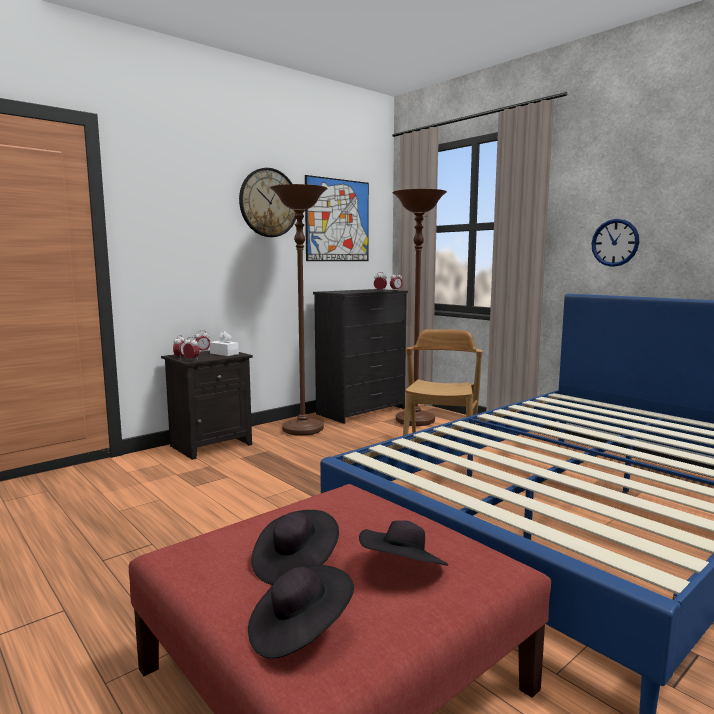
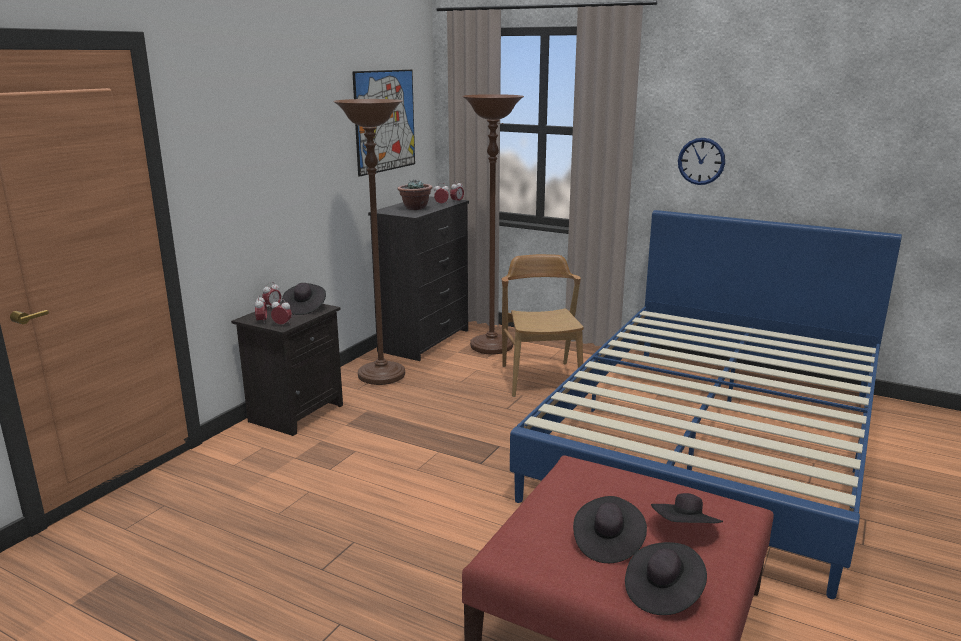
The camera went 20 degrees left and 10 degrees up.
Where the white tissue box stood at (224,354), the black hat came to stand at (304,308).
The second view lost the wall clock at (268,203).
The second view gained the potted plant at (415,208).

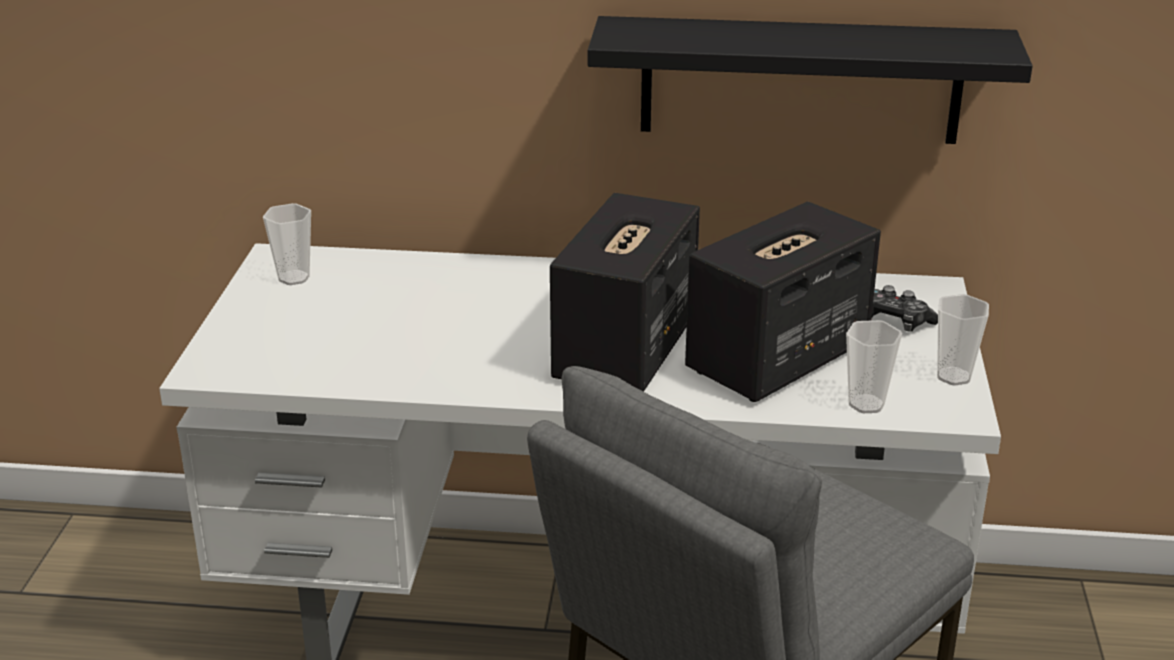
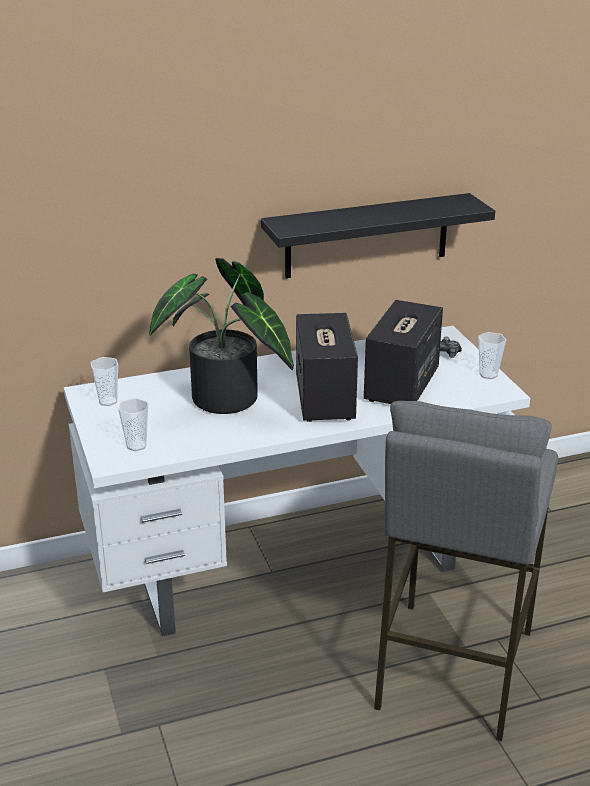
The camera went 25 degrees left and 0 degrees up.
The cup ended up elsewhere, having gone from (866,404) to (136,446).
The second view gained the potted plant at (227,403).

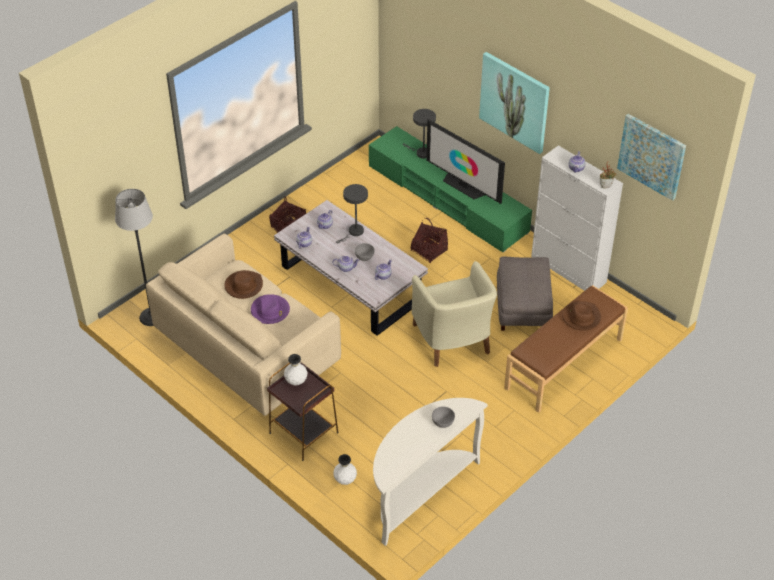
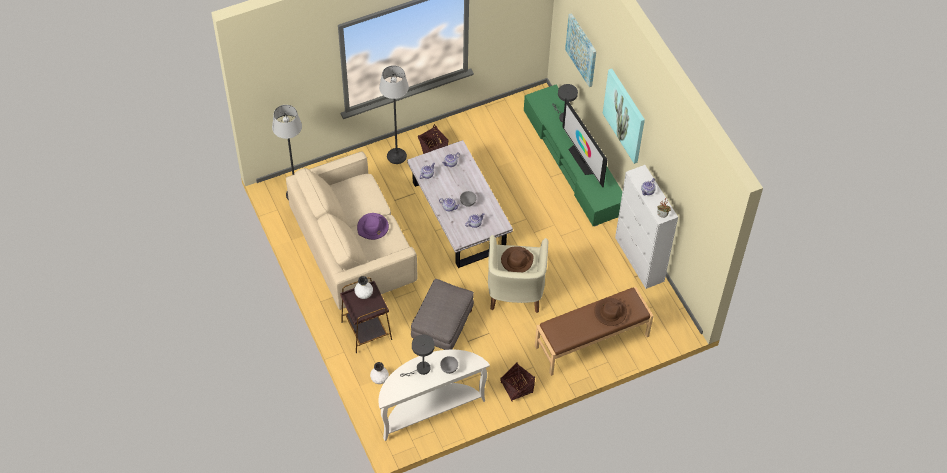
The camera went 20 degrees right and 10 degrees up.
The brown hat ended up elsewhere, having gone from (243,286) to (516,261).
The grey table lamp ended up elsewhere, having gone from (354,232) to (421,369).
The basket ended up elsewhere, having gone from (429,251) to (516,387).
The grey ottoman ended up elsewhere, having gone from (522,307) to (442,324).
The picture ended up elsewhere, having gone from (652,156) to (582,49).
The second view gained the floor lamp at (396,155).

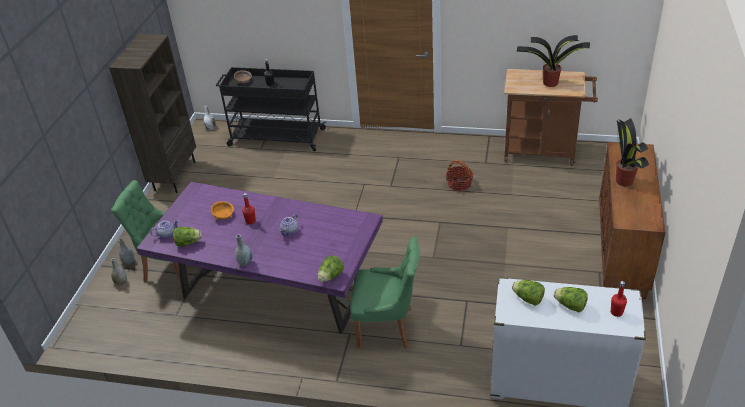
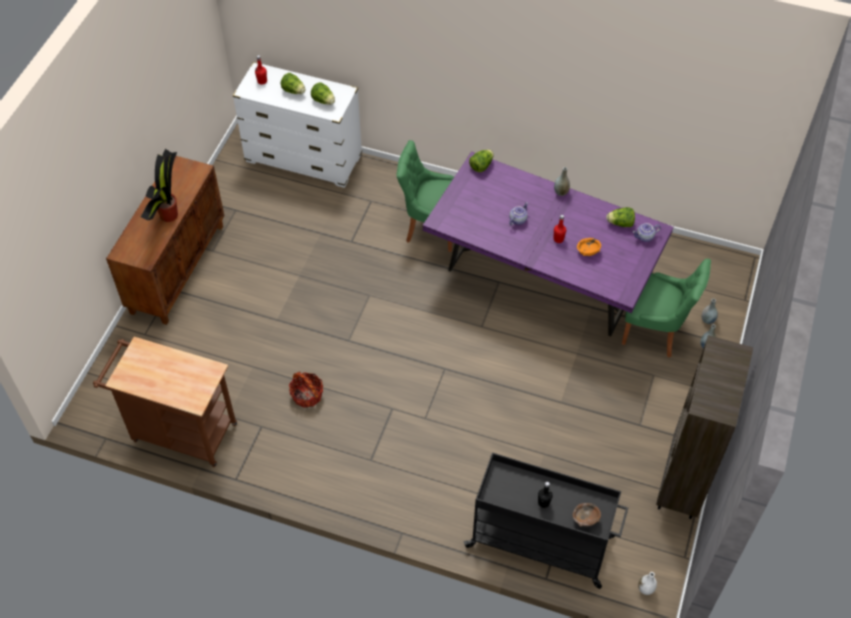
The camera went 175 degrees left and 15 degrees up.
The second view lost the potted plant at (549,83).

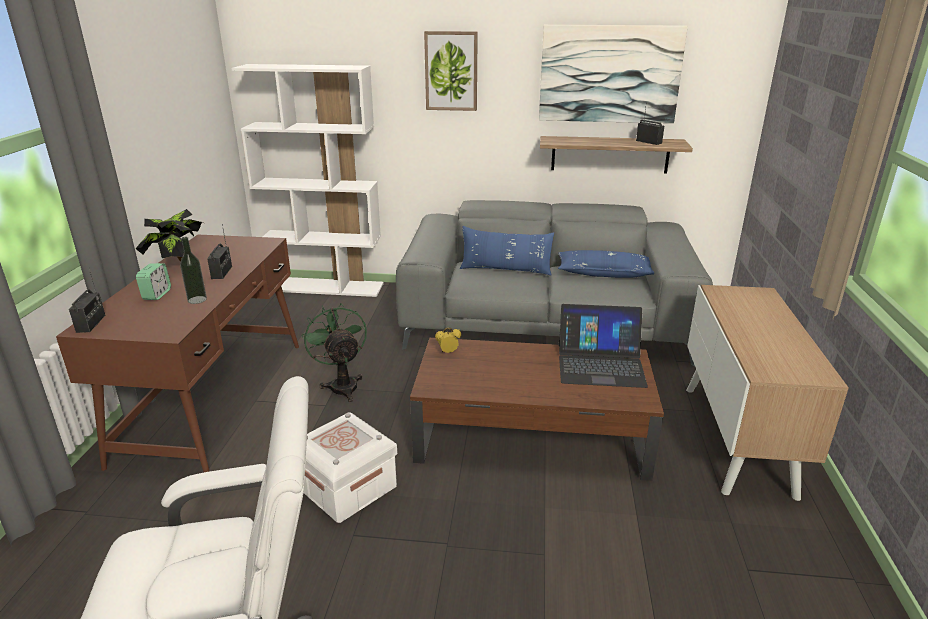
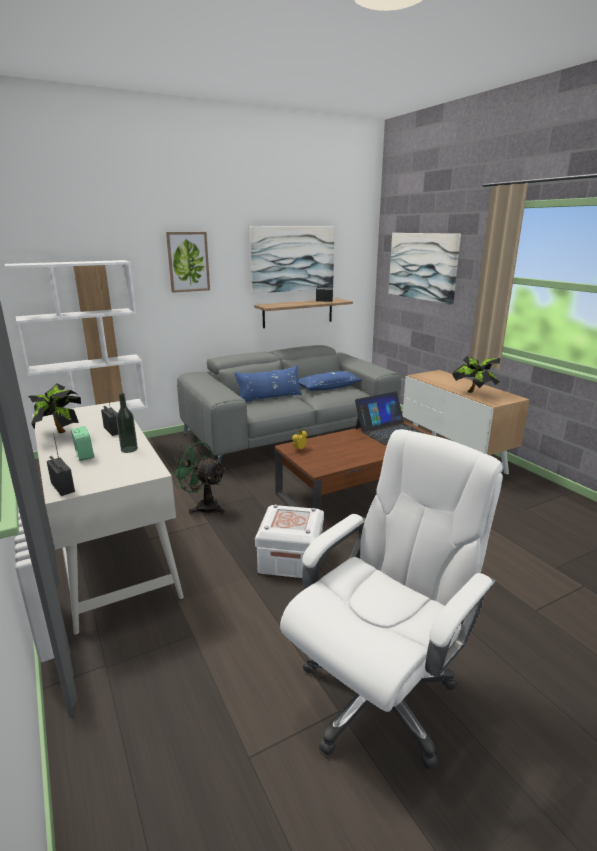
The camera went 35 degrees left and 5 degrees down.
What was the brown desk at (215,399) turned into the white desk at (111,550).
The second view gained the picture at (422,266).
The second view gained the potted plant at (474,393).

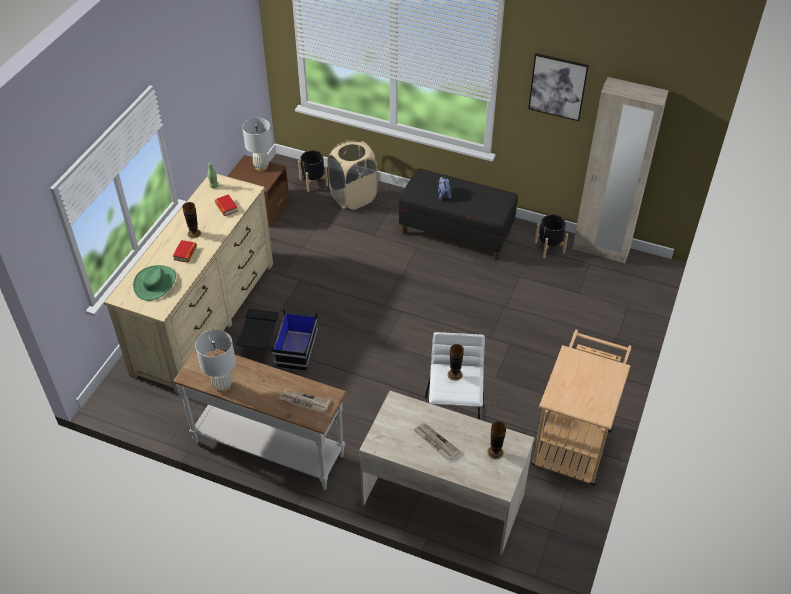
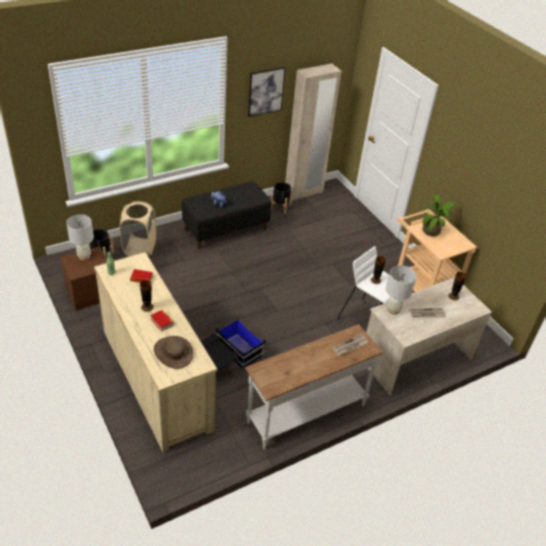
The camera went 55 degrees left and 5 degrees down.
What was the green hat at (155,283) turned into the brown hat at (173,352).
The white table lamp ended up elsewhere, having gone from (222,385) to (393,310).
The second view gained the potted plant at (433,231).

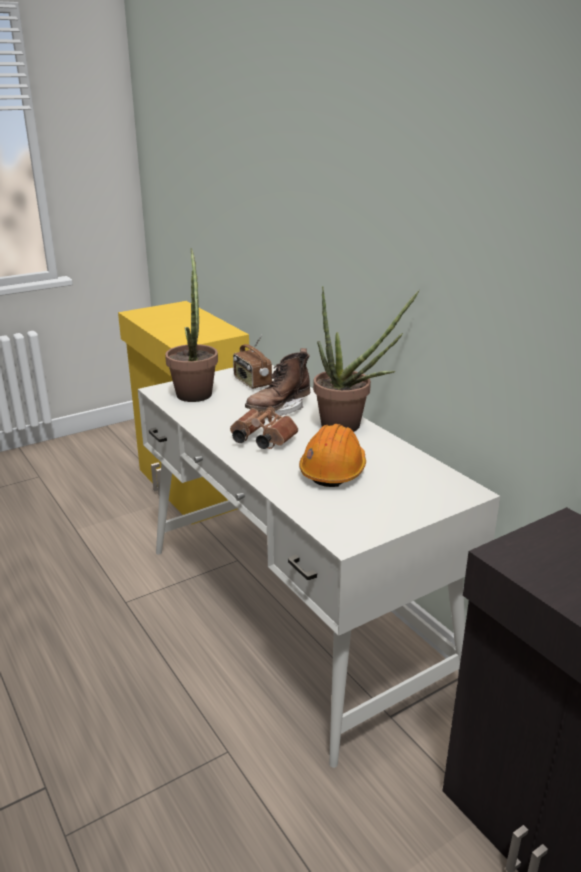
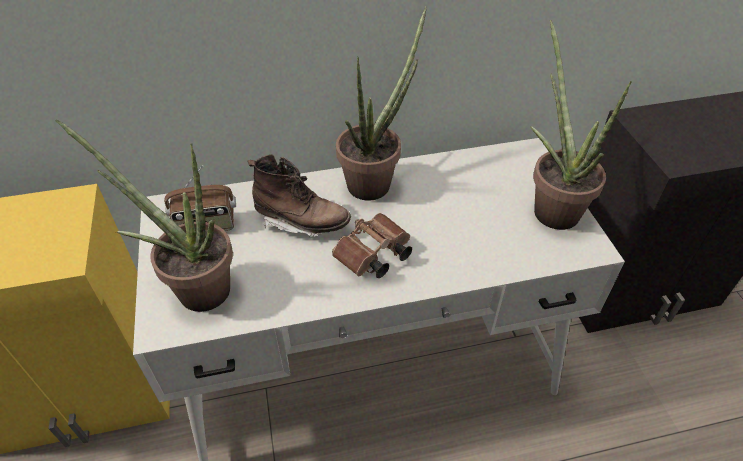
The camera went 70 degrees left and 20 degrees up.
The brown boot at (278,409) ended up facing another way, 45 degrees counterclockwise from before.
The second view lost the orange hard hat at (333,470).
The second view gained the potted plant at (550,206).

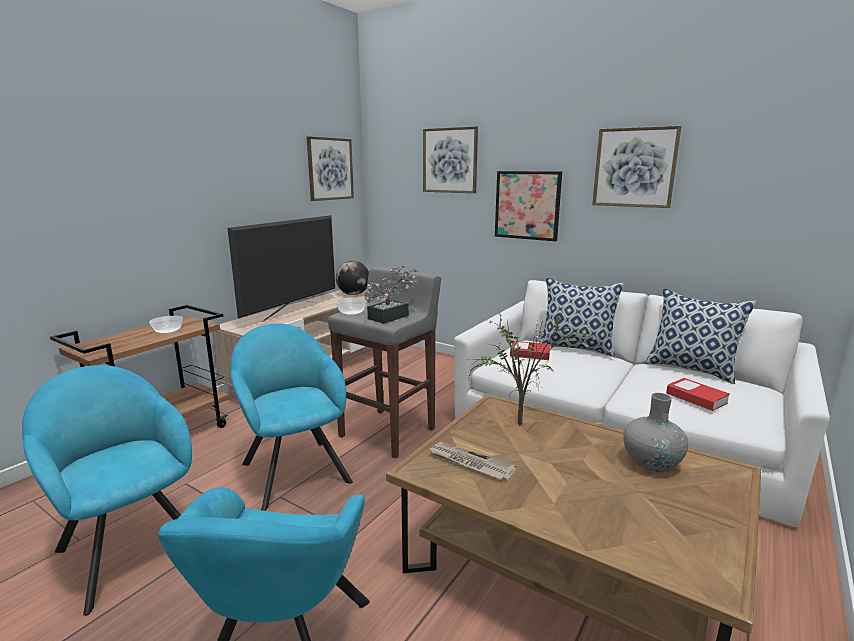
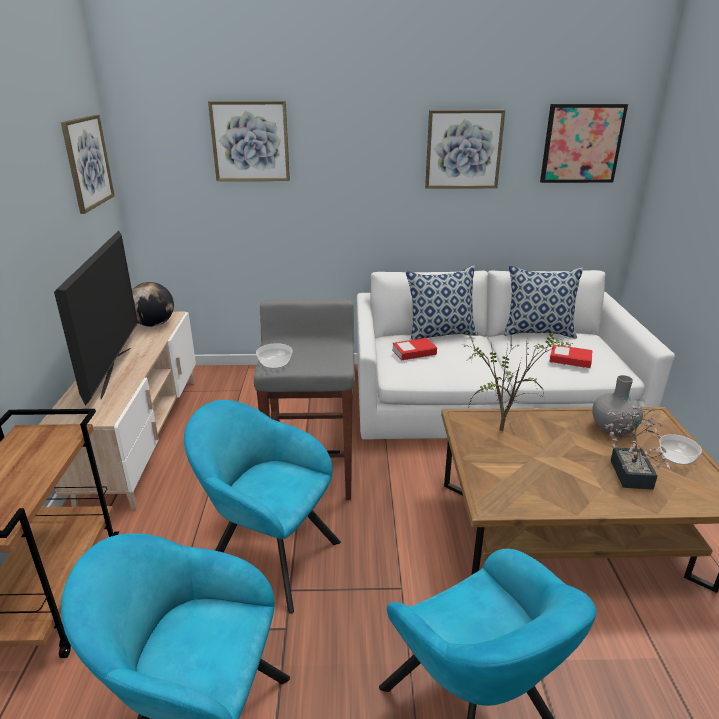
The camera went 35 degrees left and 10 degrees up.
The bowl ended up elsewhere, having gone from (168,331) to (677,457).
The potted plant ended up elsewhere, having gone from (392,316) to (630,470).
The second view lost the newspaper at (470,463).
The picture ended up elsewhere, having gone from (527,205) to (581,143).

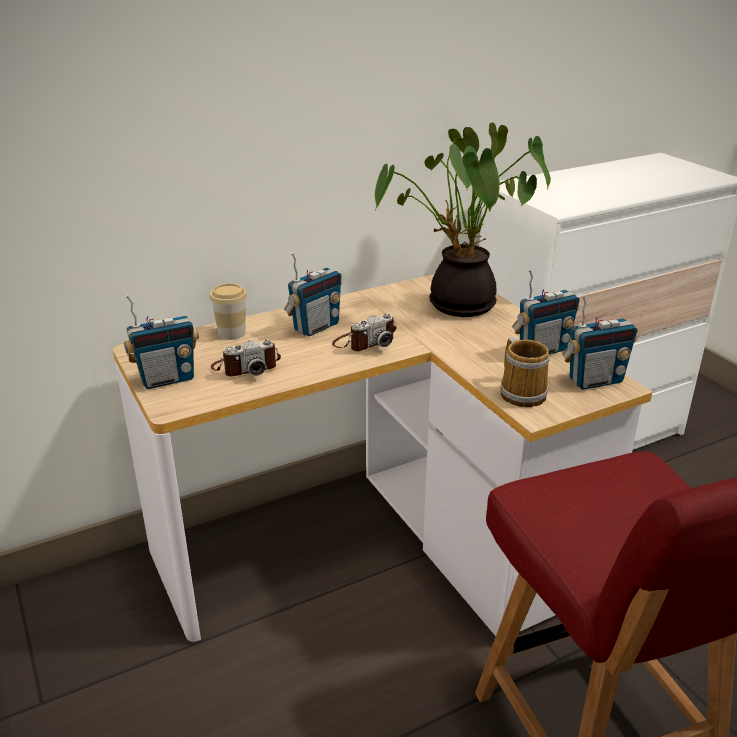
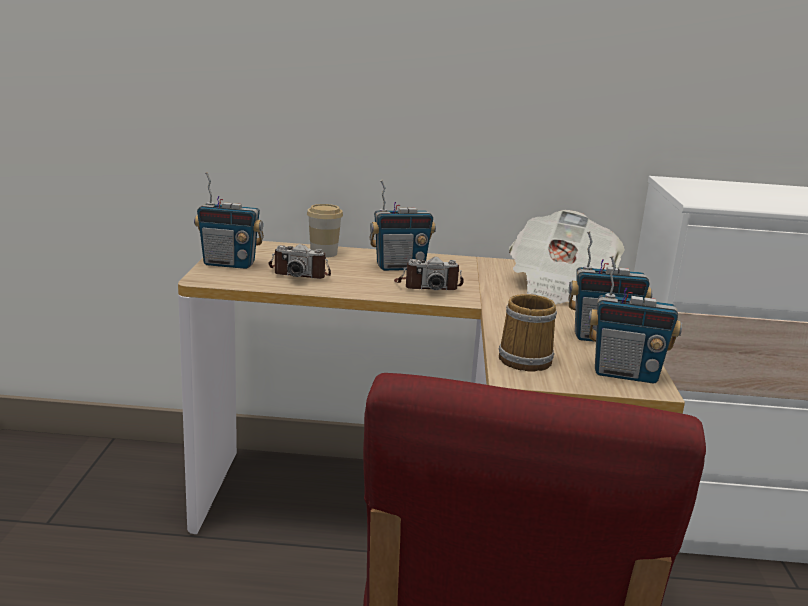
The camera went 30 degrees right and 10 degrees down.
Where the potted plant stood at (457,306), the newspaper came to stand at (559,288).

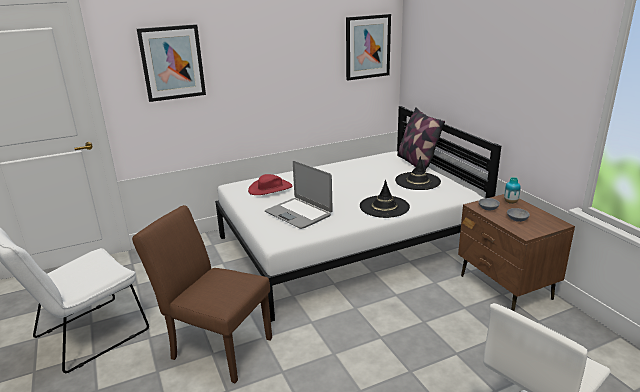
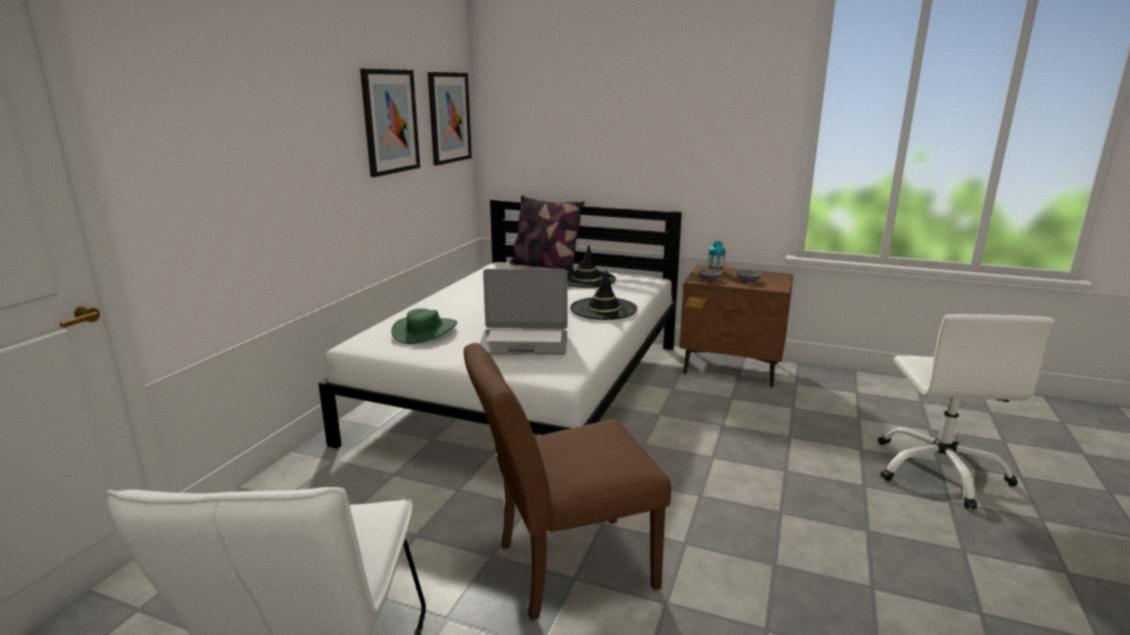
The camera went 45 degrees left and 5 degrees down.
The picture ended up elsewhere, having gone from (172,63) to (390,121).
What was the red hat at (270,189) turned into the green hat at (425,331).

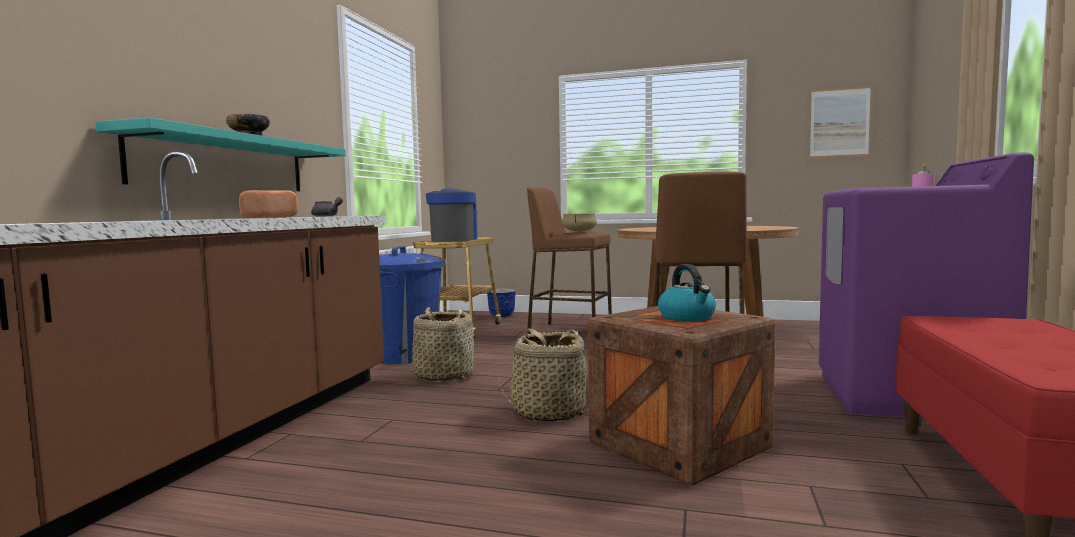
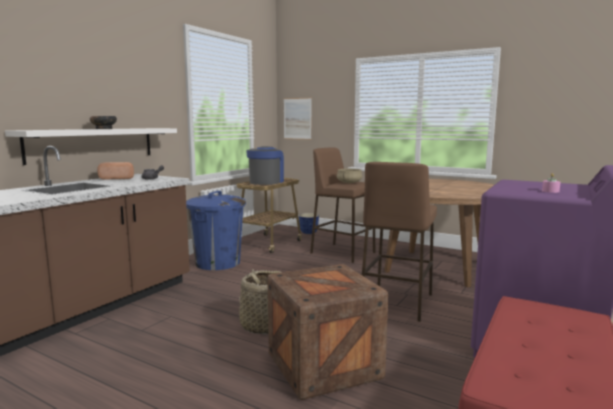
The camera went 15 degrees right and 5 degrees up.
What was the turquoise shelf at (224,164) turned into the white shelf at (93,144).
The second view lost the basket at (443,376).
The second view lost the kettle at (687,317).
The picture ended up elsewhere, having gone from (839,122) to (297,118).

